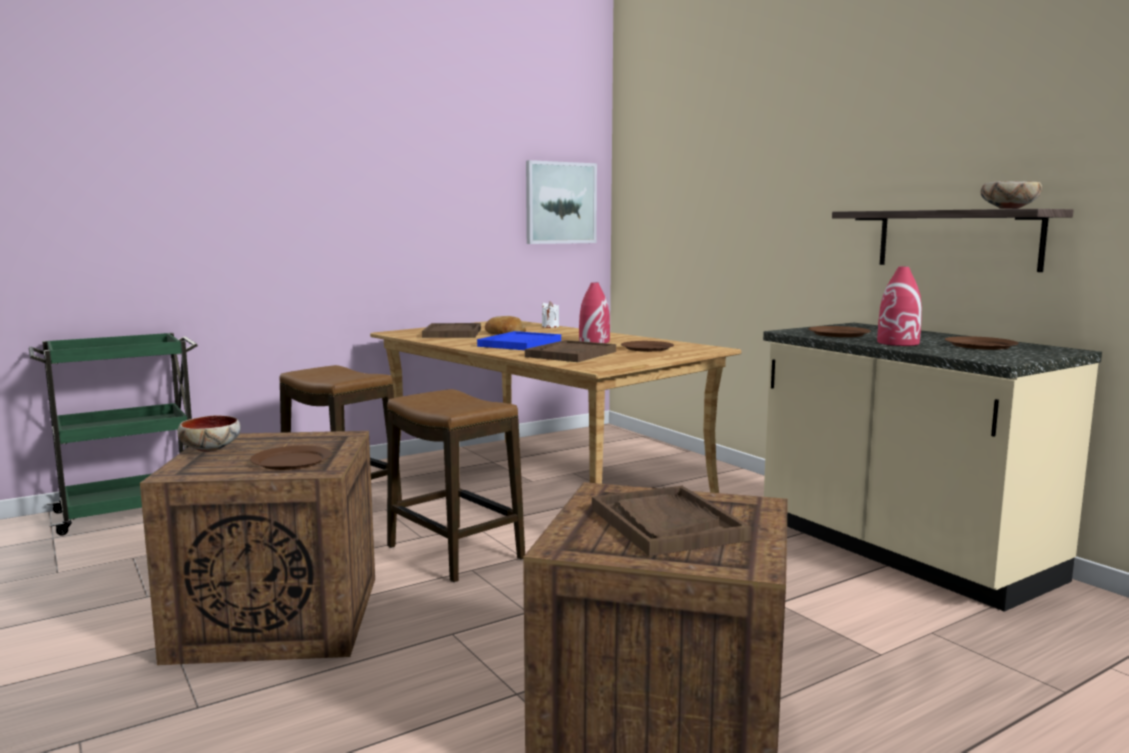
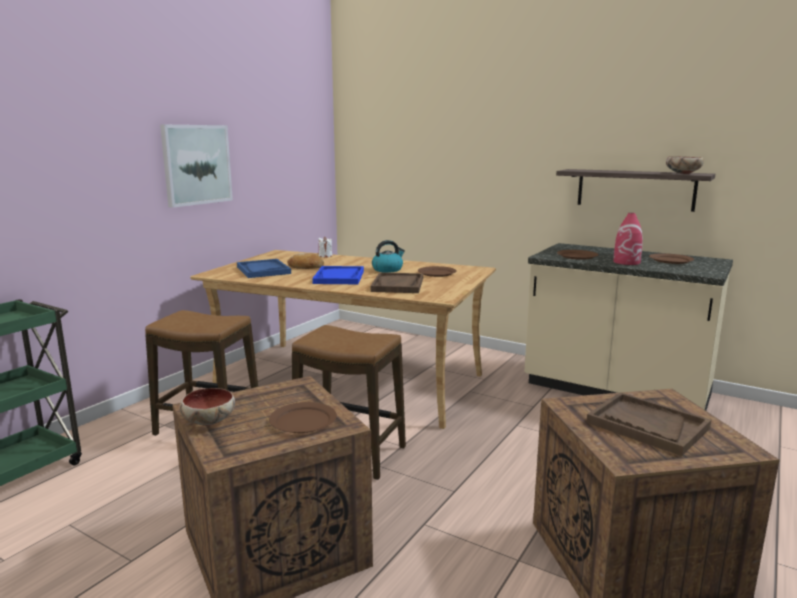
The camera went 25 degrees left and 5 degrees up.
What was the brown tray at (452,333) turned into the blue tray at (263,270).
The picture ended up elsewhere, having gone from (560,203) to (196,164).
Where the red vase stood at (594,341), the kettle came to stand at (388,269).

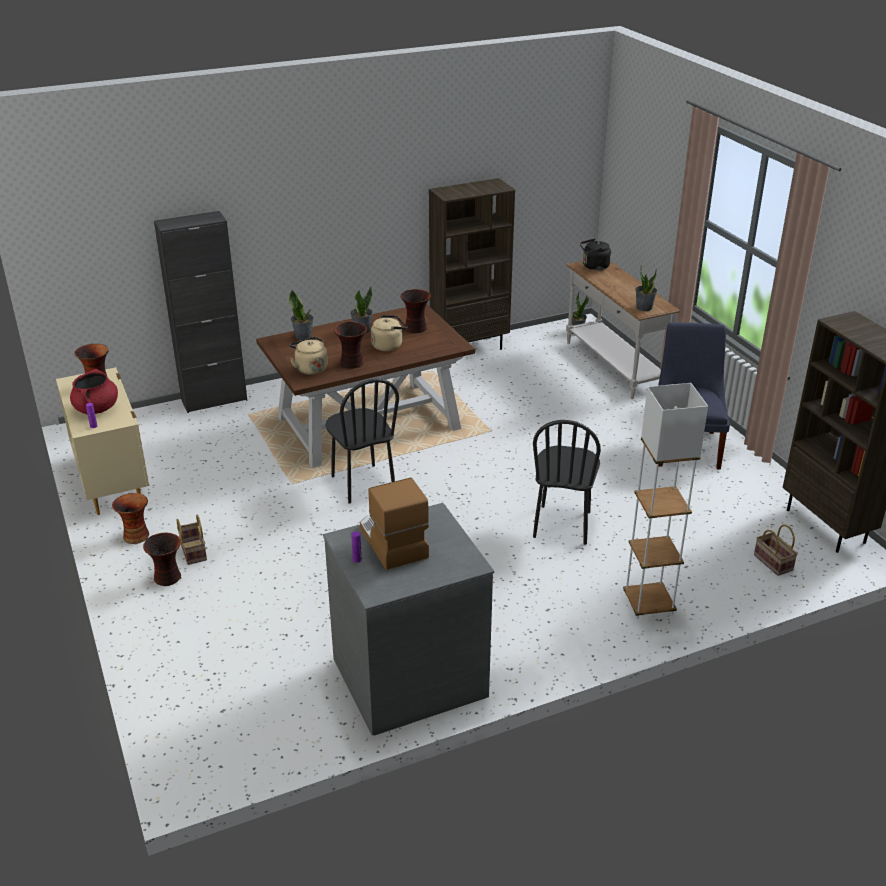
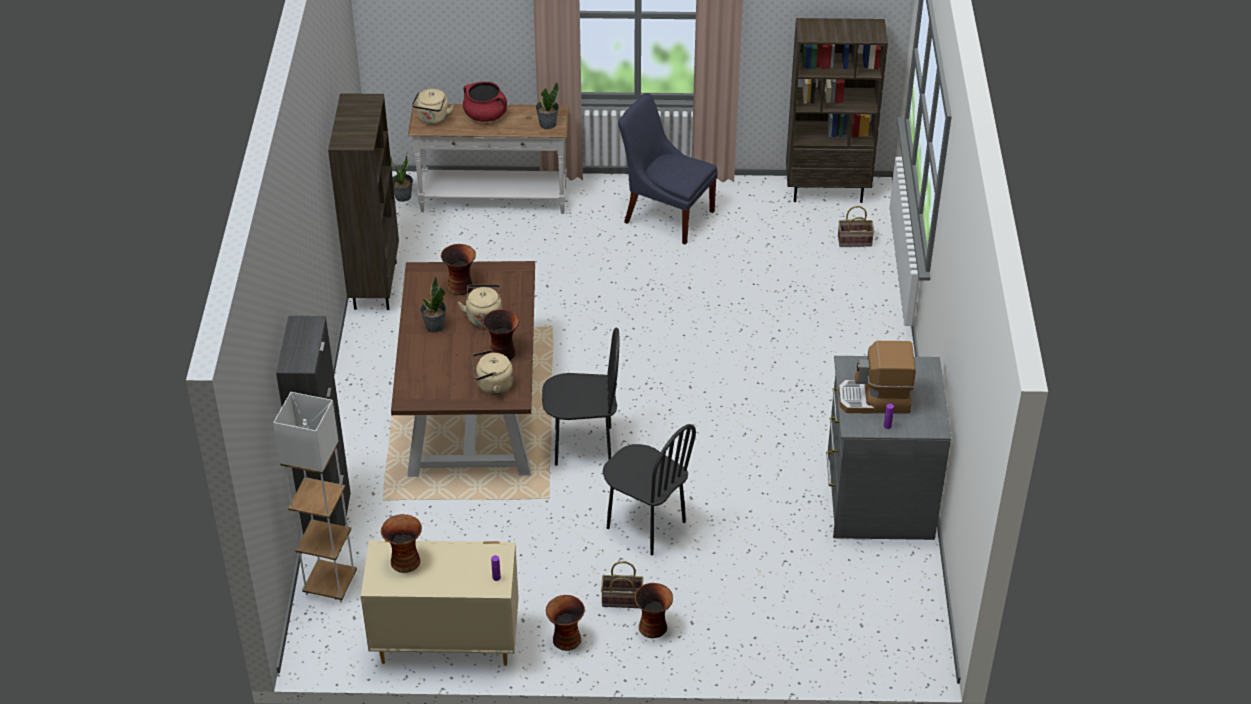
The camera went 65 degrees left and 10 degrees up.
The red cooking pot ended up elsewhere, having gone from (97,409) to (486,116).
The second view lost the potted plant at (303,336).
The black chair ended up elsewhere, having gone from (562,524) to (645,525).
What was the black kettle at (594,267) turned into the beige kettle at (433,119).
The white floor lamp ended up elsewhere, having gone from (648,604) to (330,584).

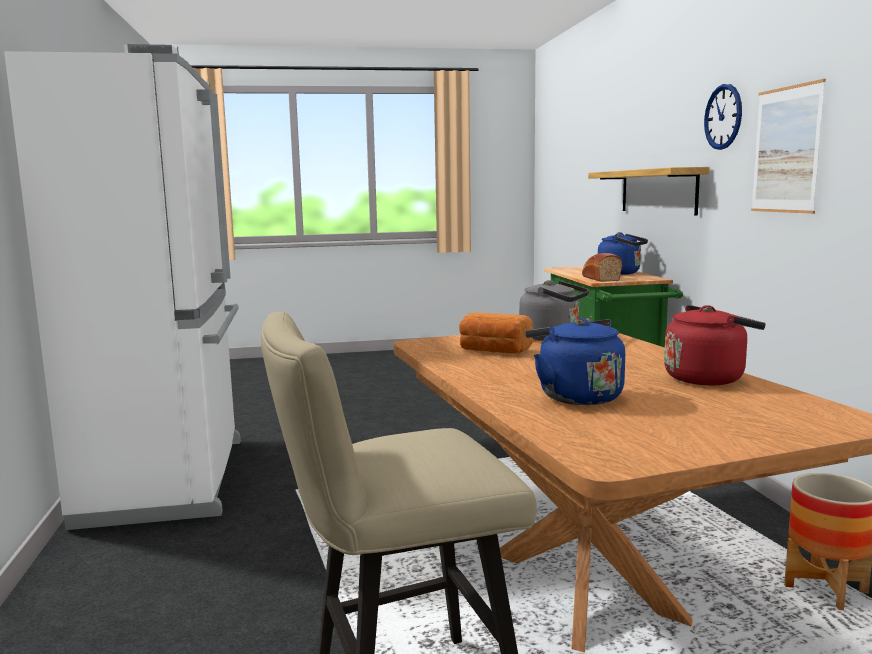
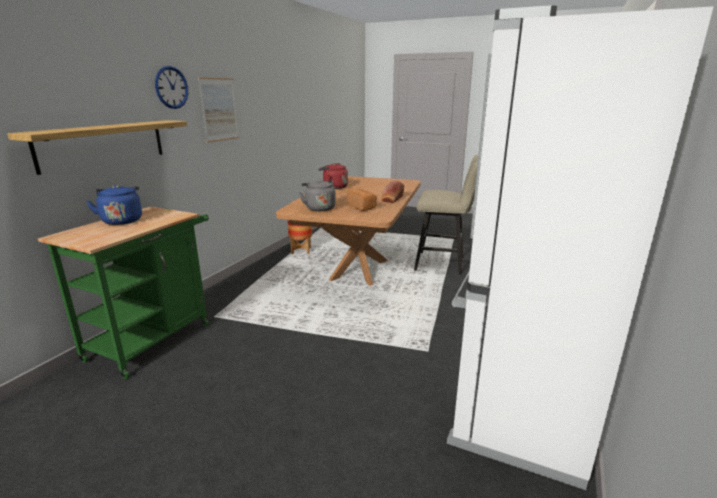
The camera went 145 degrees left and 10 degrees up.
The second view lost the blue kettle at (575,396).
The bread ended up elsewhere, having gone from (599,278) to (392,199).

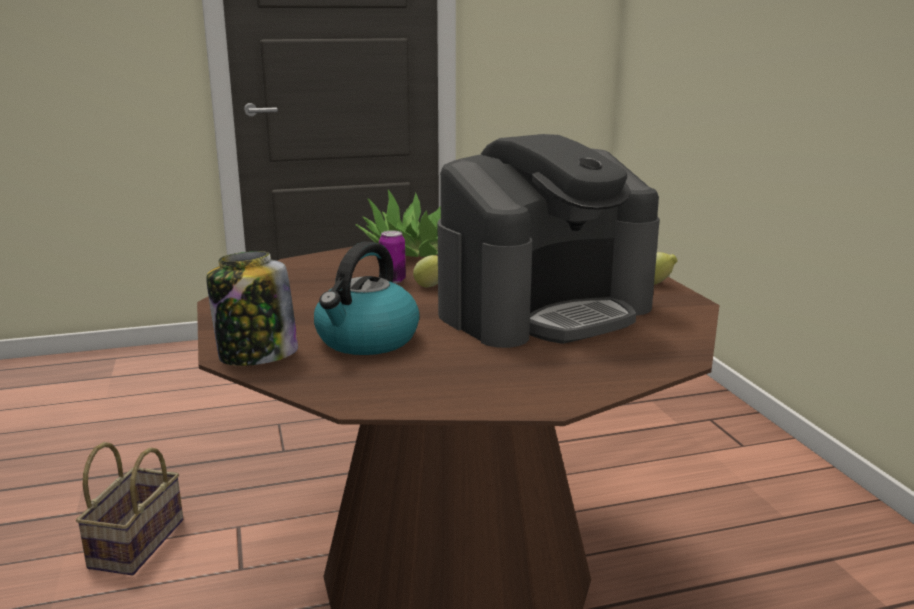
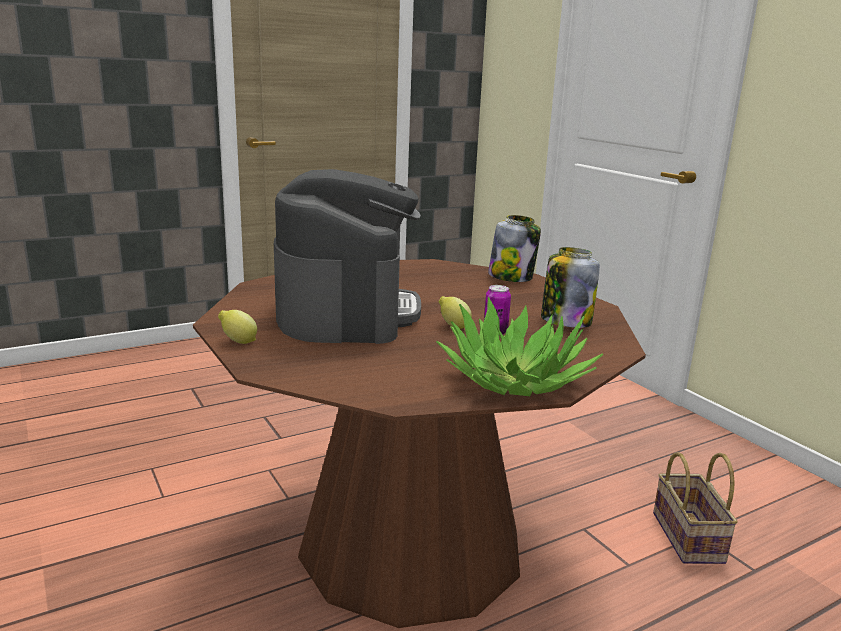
The camera went 165 degrees right and 0 degrees up.
The second view lost the kettle at (366,340).
The coffee machine at (544,309) ended up facing another way, 135 degrees clockwise from before.
The second view gained the jar at (565,321).

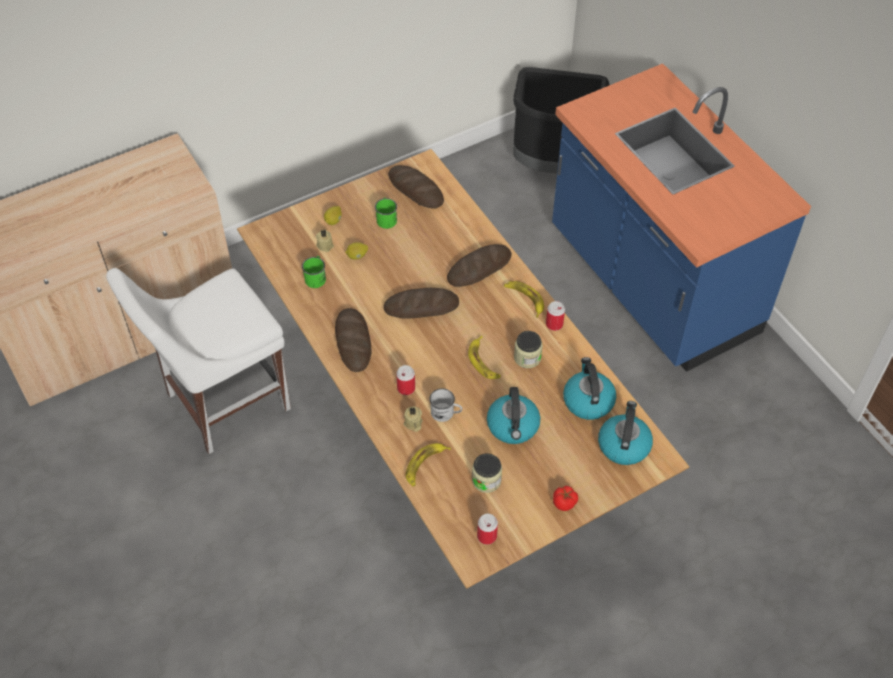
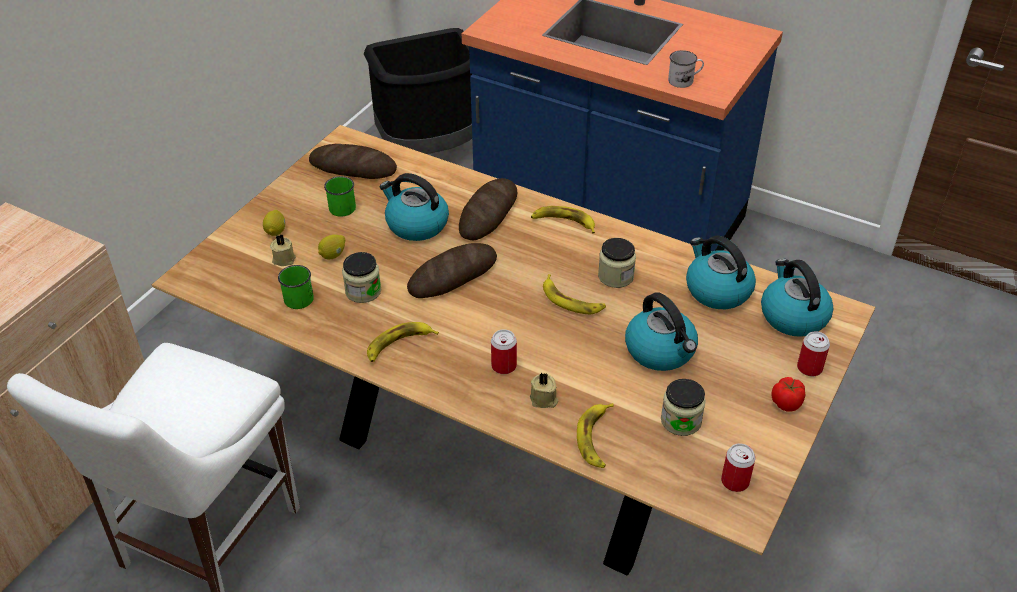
The camera went 30 degrees left and 10 degrees down.
Where the bread stood at (353,342), the banana came to stand at (399,345).
The white mug ended up elsewhere, having gone from (446,413) to (684,80).
The can ended up elsewhere, having gone from (554,324) to (809,368).
The second view gained the jar at (363,291).
The second view gained the kettle at (416,224).

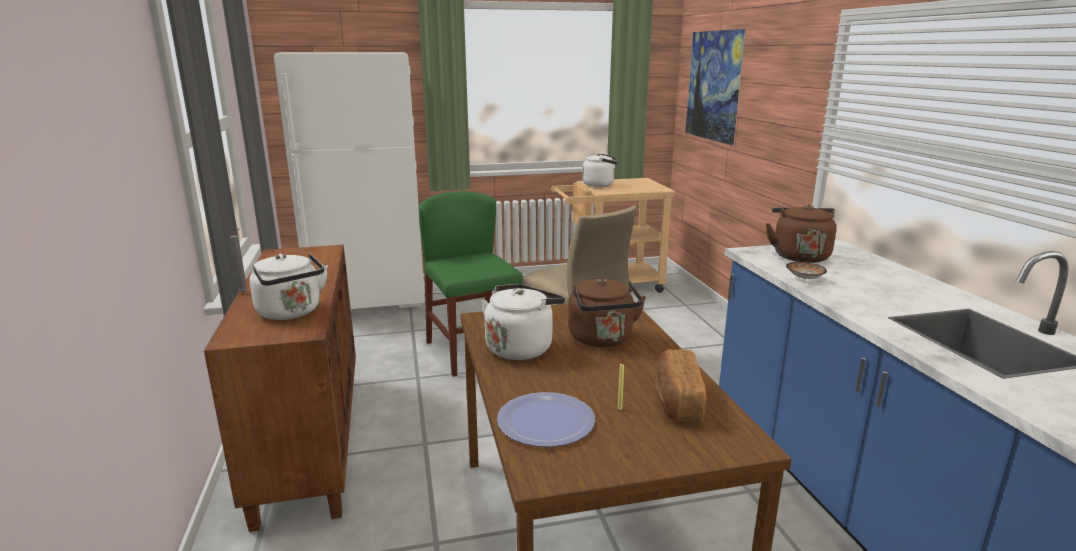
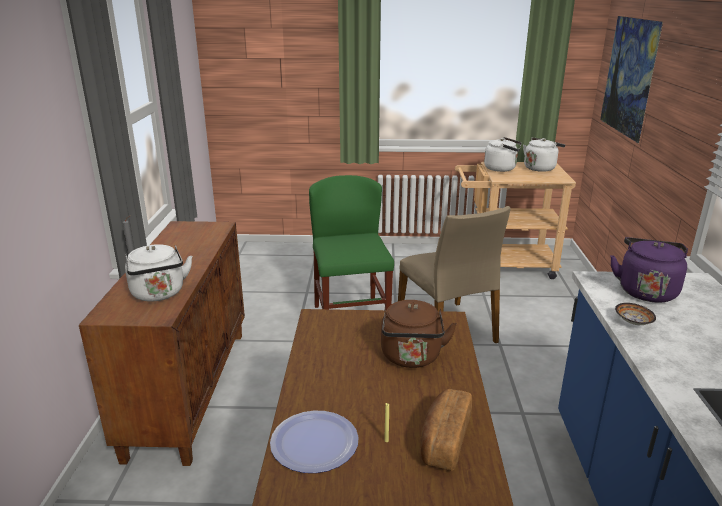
The camera went 15 degrees right and 5 degrees up.
The second view lost the white fridge at (369,301).
The white kettle ended up elsewhere, having gone from (521,347) to (540,168).
What was the brown kettle at (799,256) turned into the purple kettle at (646,290).

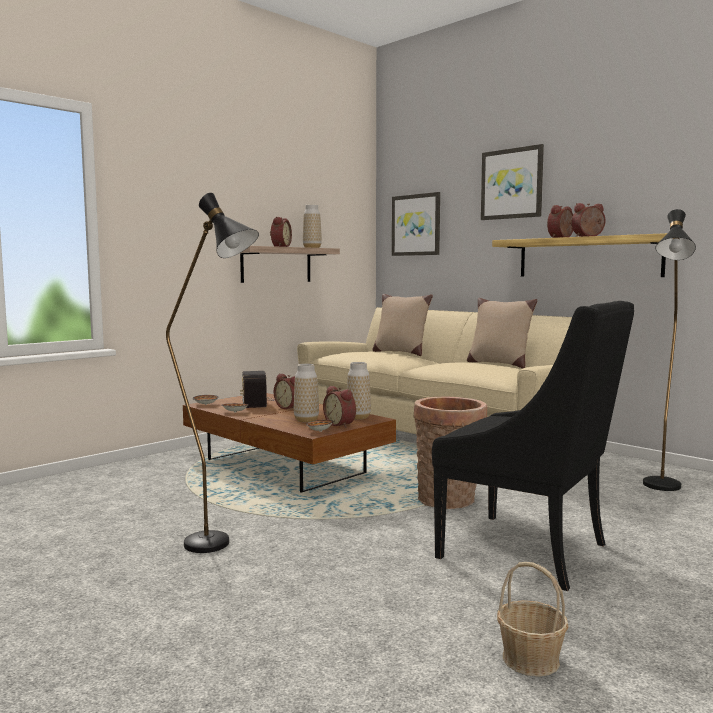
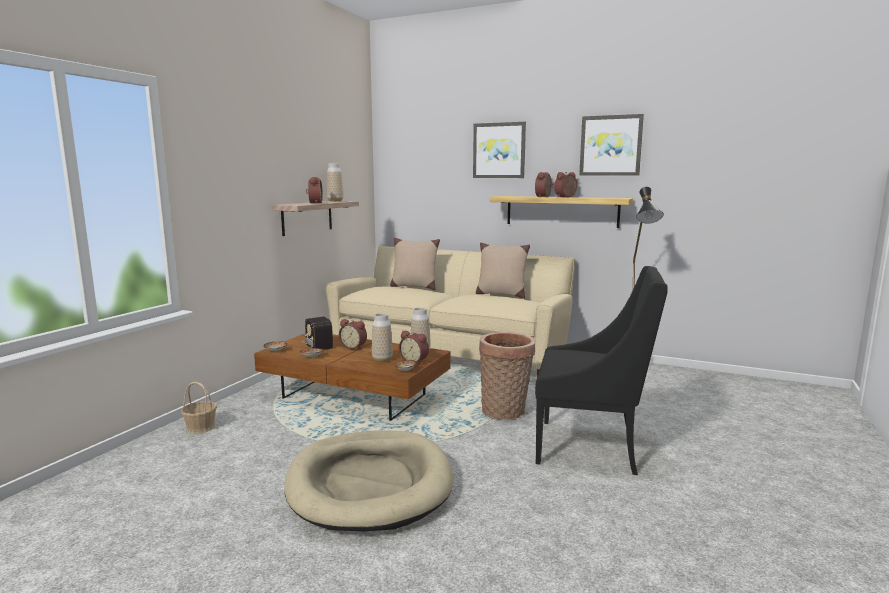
The camera went 20 degrees left and 5 degrees up.
Where the black floor lamp stood at (220,547), the beige dog bed came to stand at (370,484).
The picture ended up elsewhere, having gone from (416,225) to (610,145).
The basket ended up elsewhere, having gone from (530,659) to (200,427).

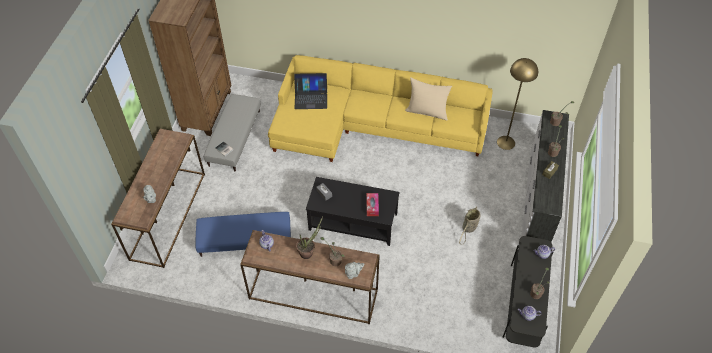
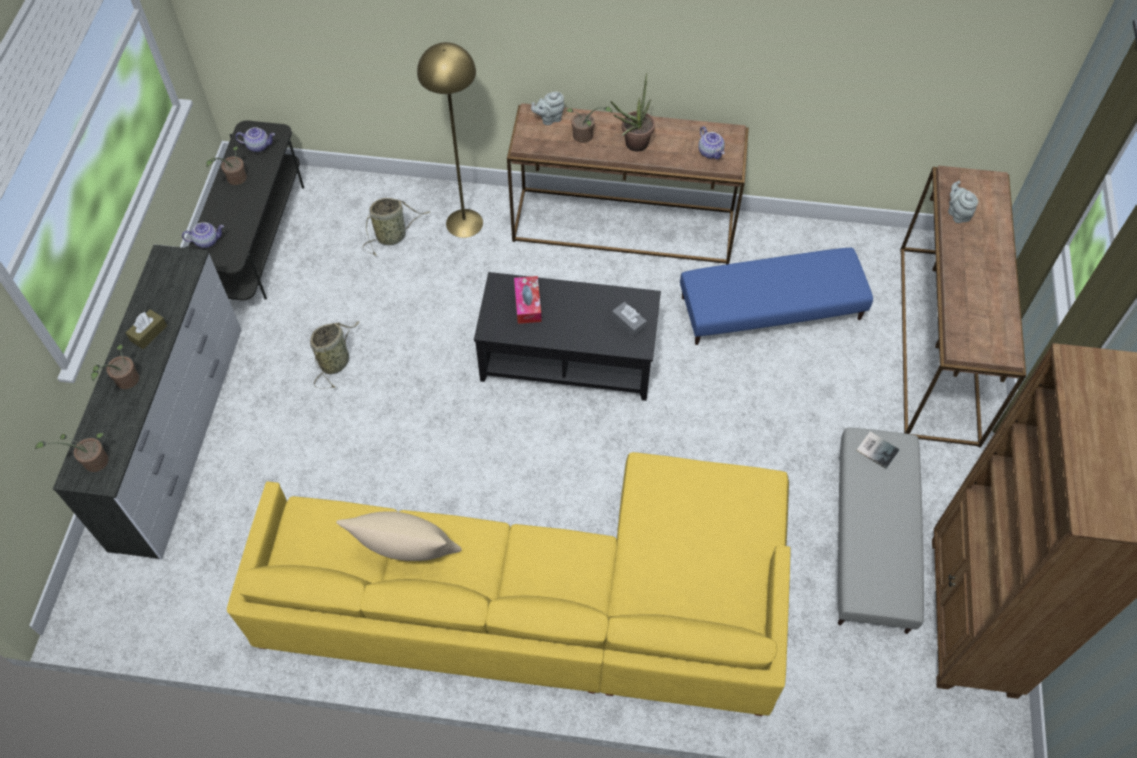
The camera went 175 degrees right and 5 degrees up.
The second view lost the laptop at (311,97).
The yellow floor lamp ended up elsewhere, having gone from (506,142) to (464,223).
The second view gained the basket at (393,236).

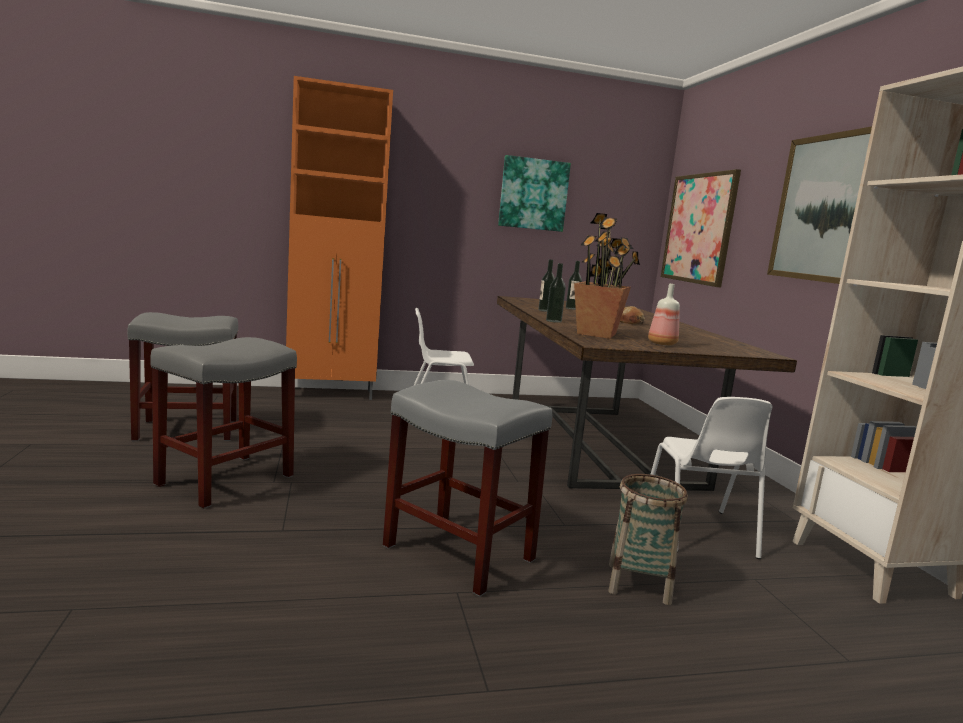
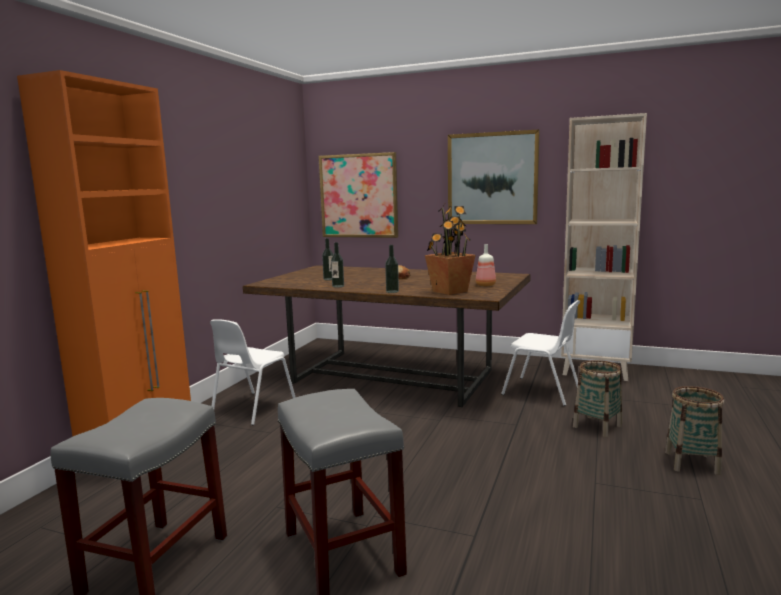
The camera went 55 degrees left and 0 degrees up.
The second view lost the grey stool at (460,553).
The second view lost the picture at (533,194).
The second view gained the basket at (691,463).

